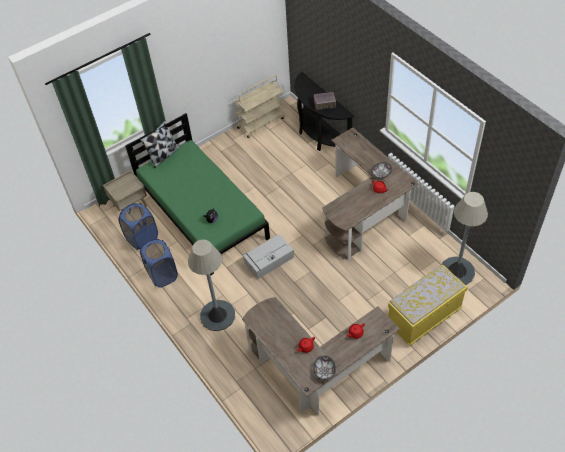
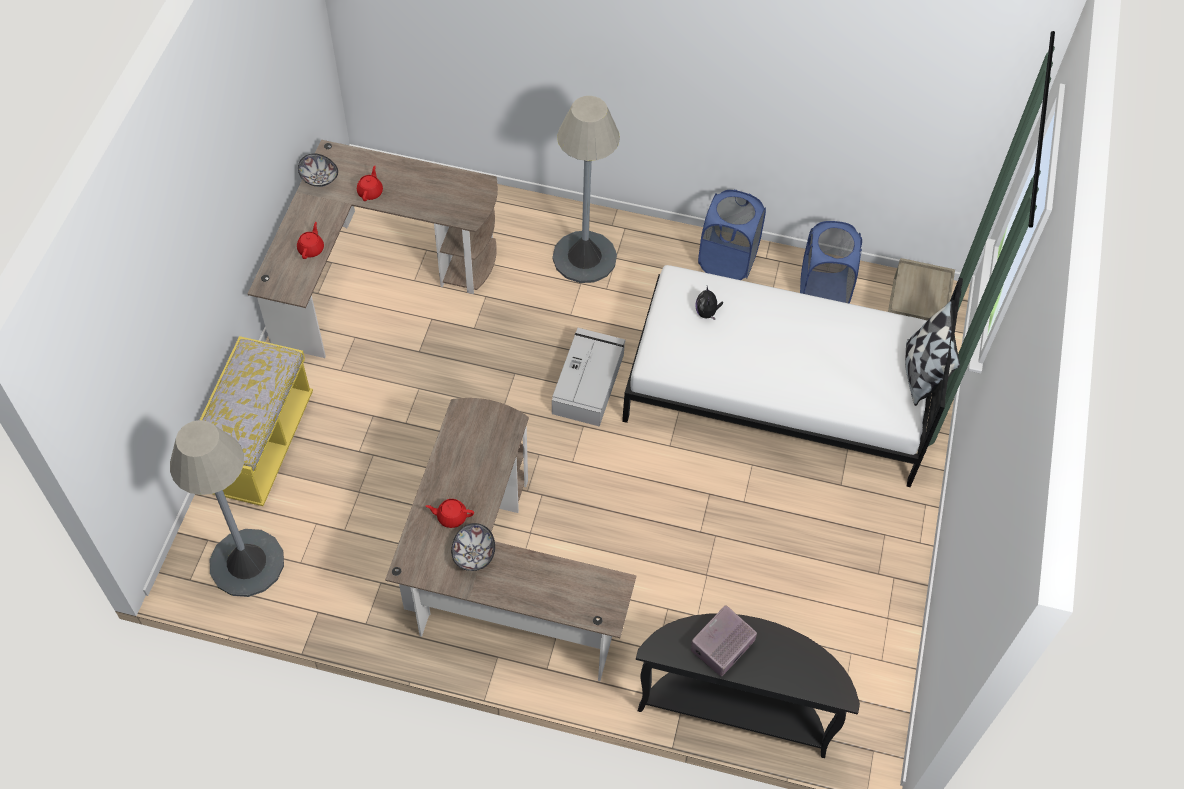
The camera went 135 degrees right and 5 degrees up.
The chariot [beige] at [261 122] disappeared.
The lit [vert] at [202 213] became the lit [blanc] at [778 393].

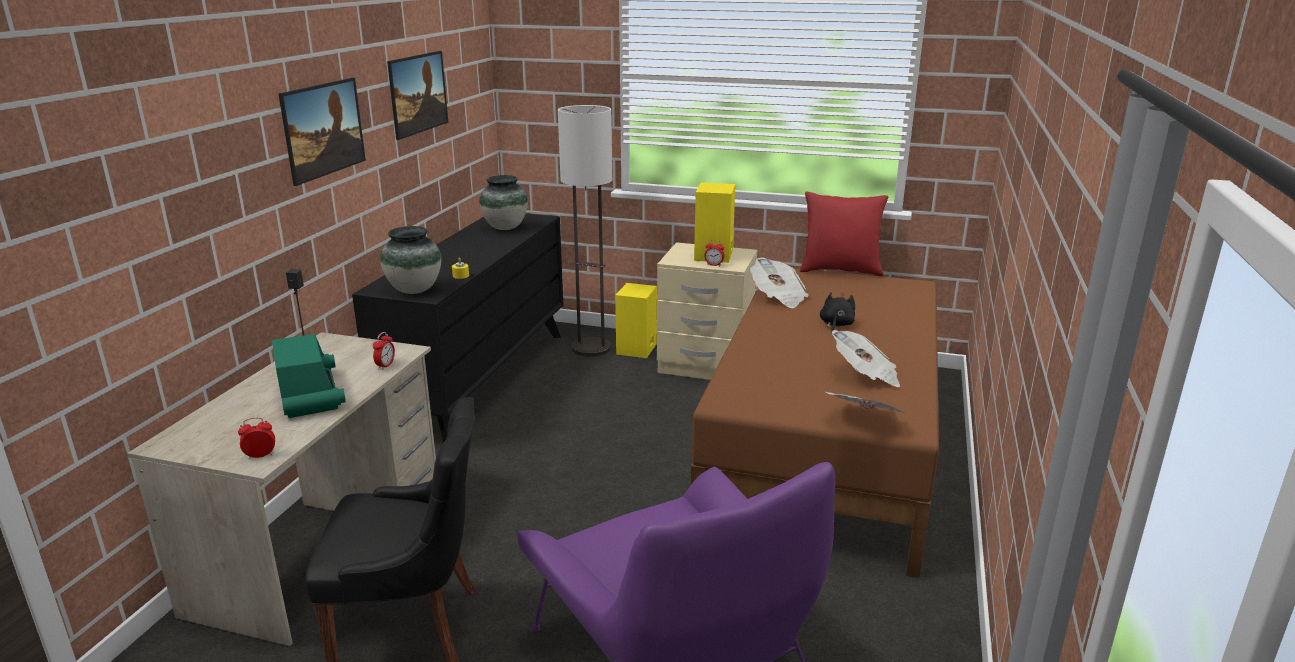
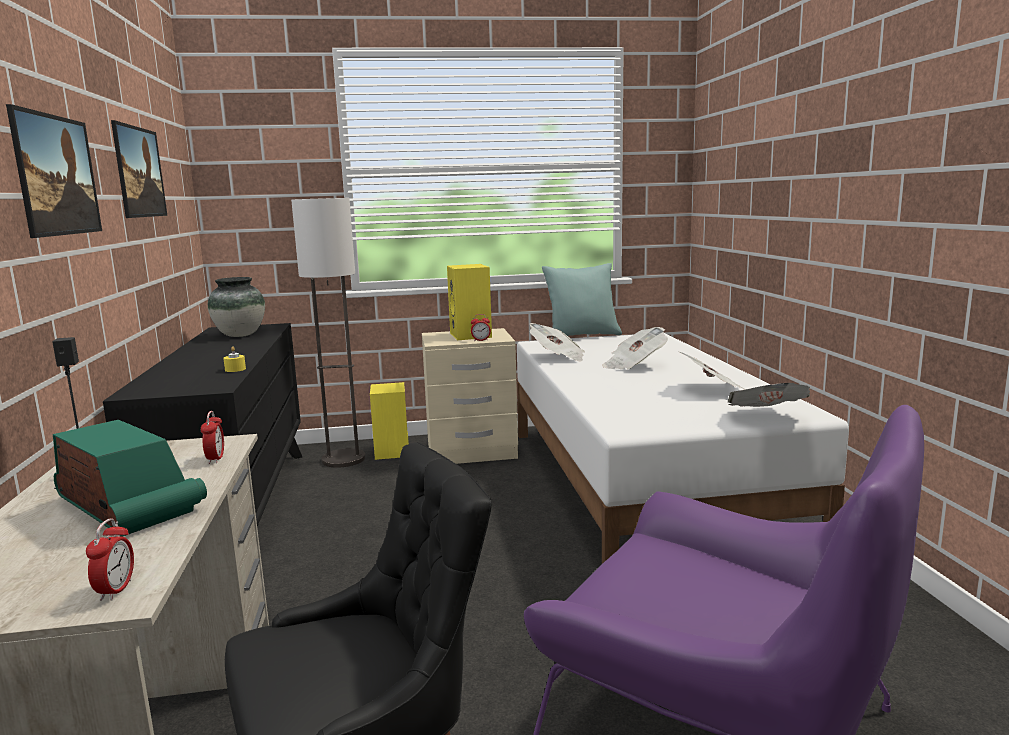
The camera went 25 degrees left and 10 degrees down.
The coussin [rouge] at [840 270] became the coussin [turquoise] at [582 336].
The vase at [414 290] disappeared.
The lit [marron] at [826 444] became the lit [blanc] at [642 486].
The peluche [noir] at [836 325] was replaced by the journal at [634 365].
The réveil at [260 456] turned 135 degrees clockwise.

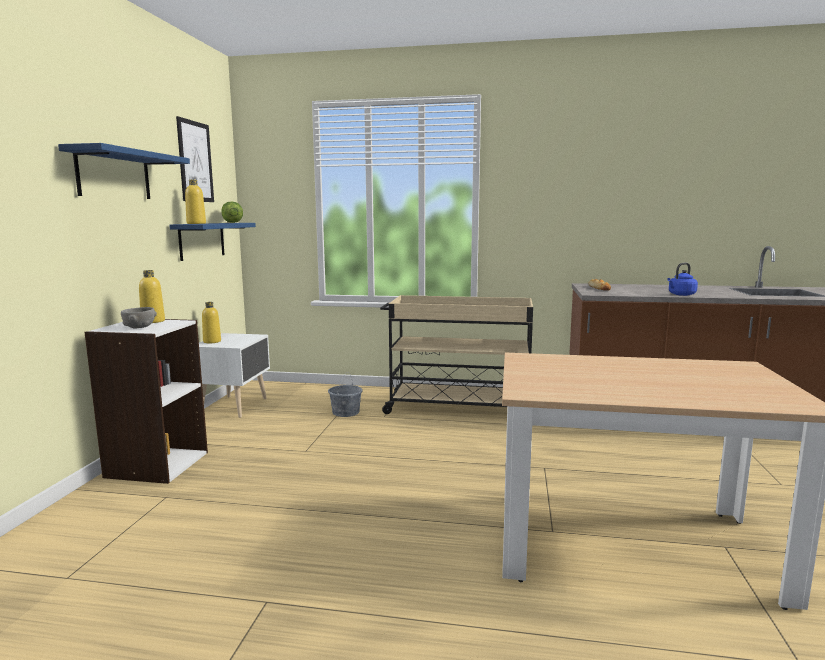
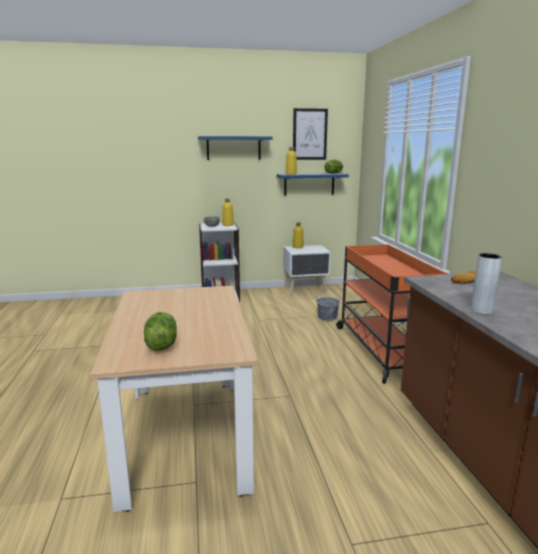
The camera went 70 degrees right and 5 degrees up.
The bouilloire [bleu] at [681 294] was replaced by the vase [gris] at [481 310].
The chariot [beige] at [458 407] became the chariot [orange] at [382 349].
The laitue at [161 345] appeared.

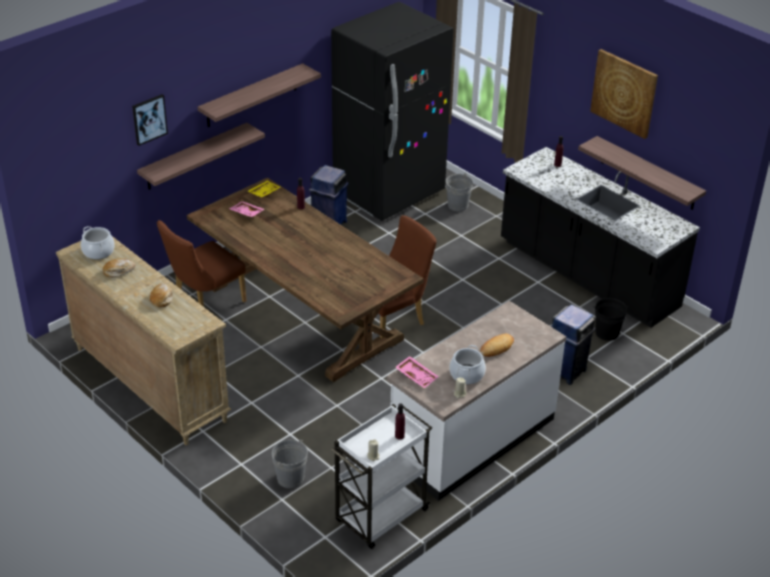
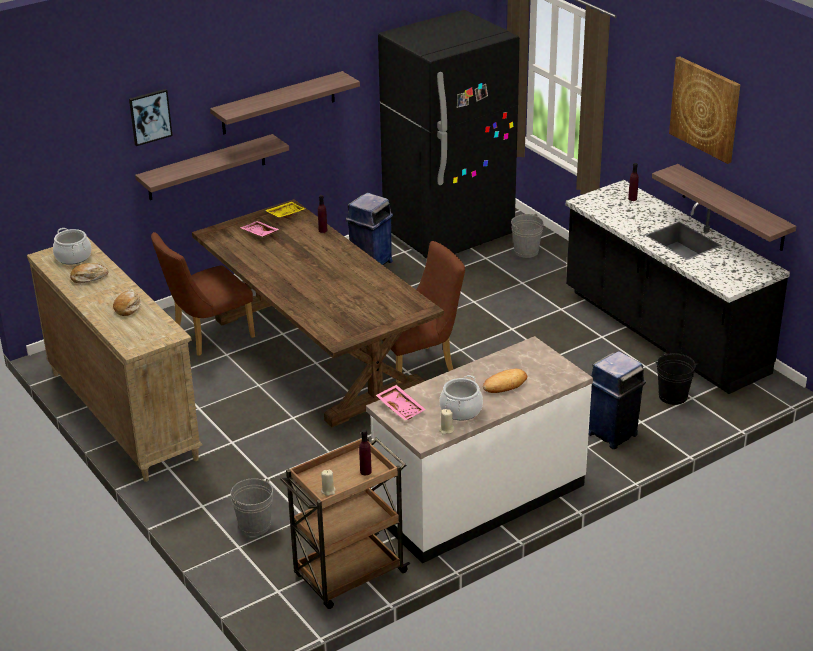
The camera went 10 degrees right and 5 degrees down.
The chariot [blanc] at [380 517] became the chariot [marron] at [348 575].

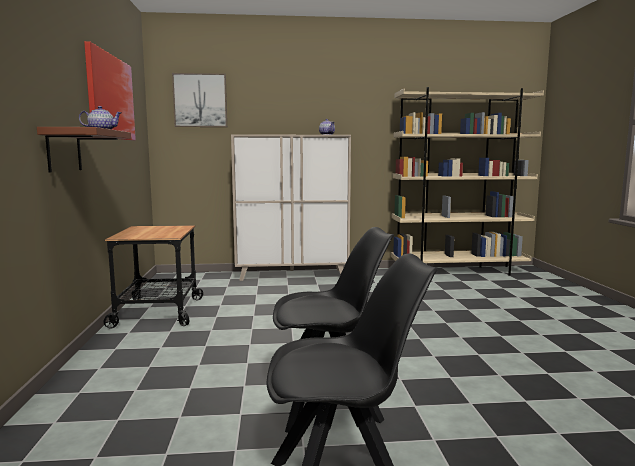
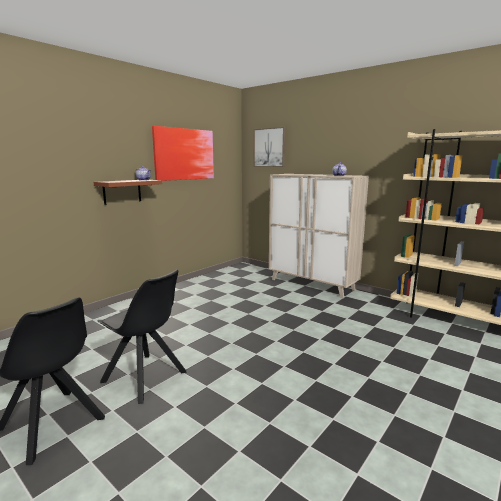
The camera went 45 degrees right and 5 degrees up.
The chariot at [157 312] disappeared.

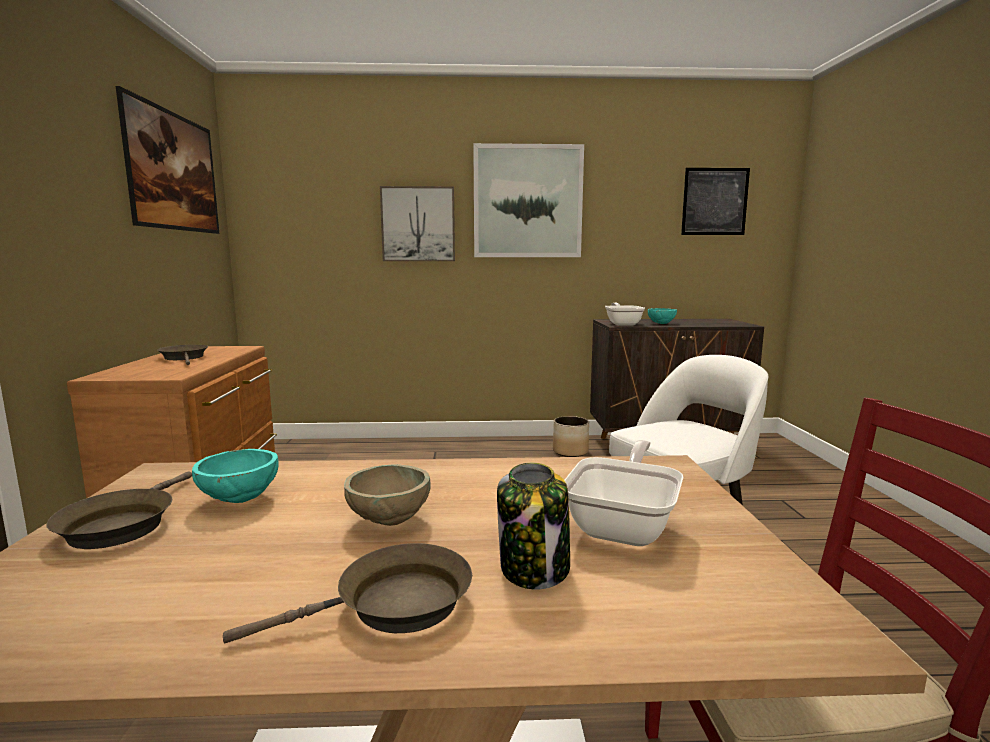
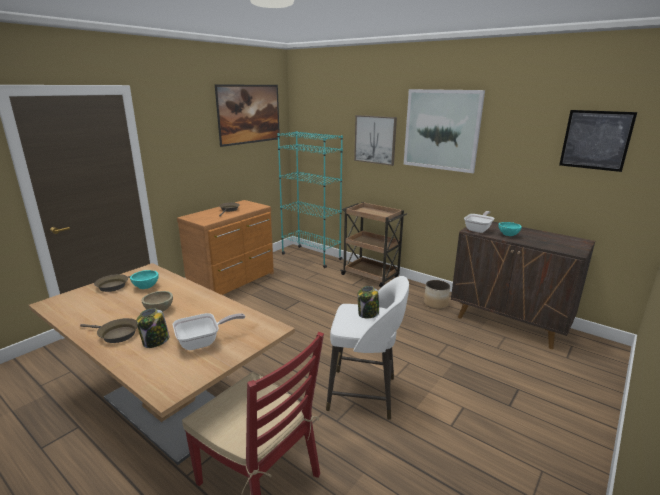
The camera went 40 degrees right and 10 degrees up.
The bibliothèque [turquoise] at [311 256] appeared.
The chariot [marron] at [371 276] appeared.
The bocal at [368 314] appeared.

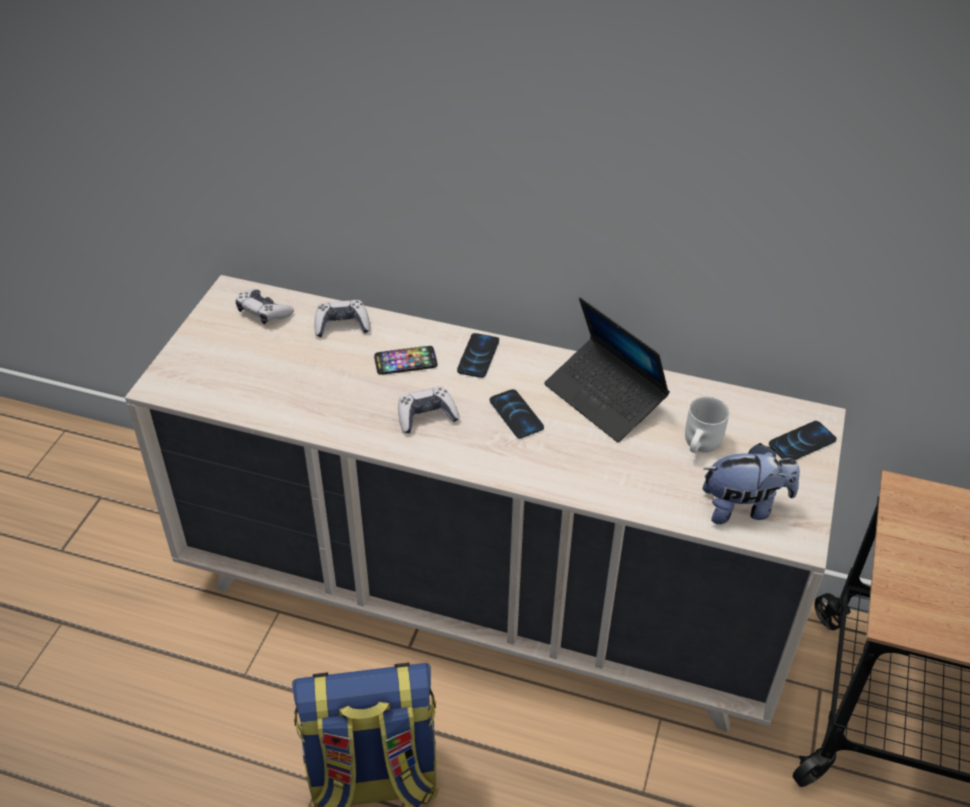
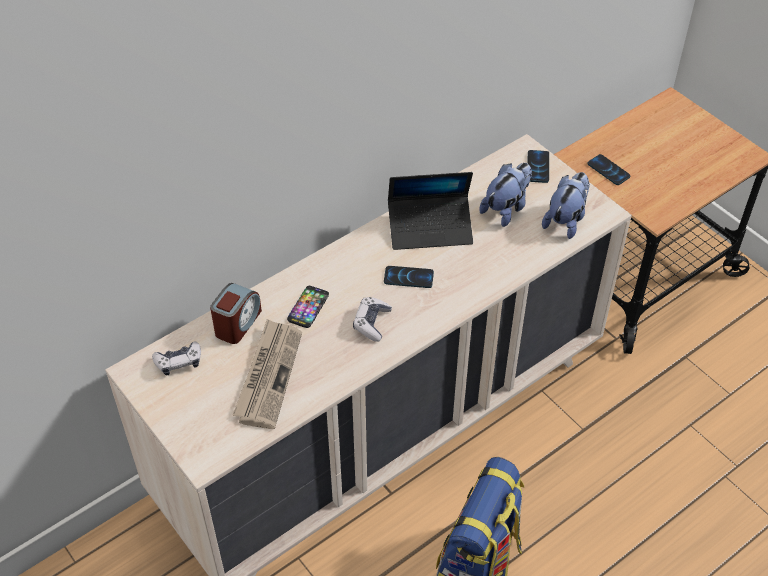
The camera went 55 degrees left and 5 degrees up.
The manette at [342 325] was replaced by the réveil at [237 323].
The téléphone moved from [478 356] to [608 170].
The mug [blanc] at [703 445] was replaced by the peluche at [506 209].
The journal at [268 375] appeared.

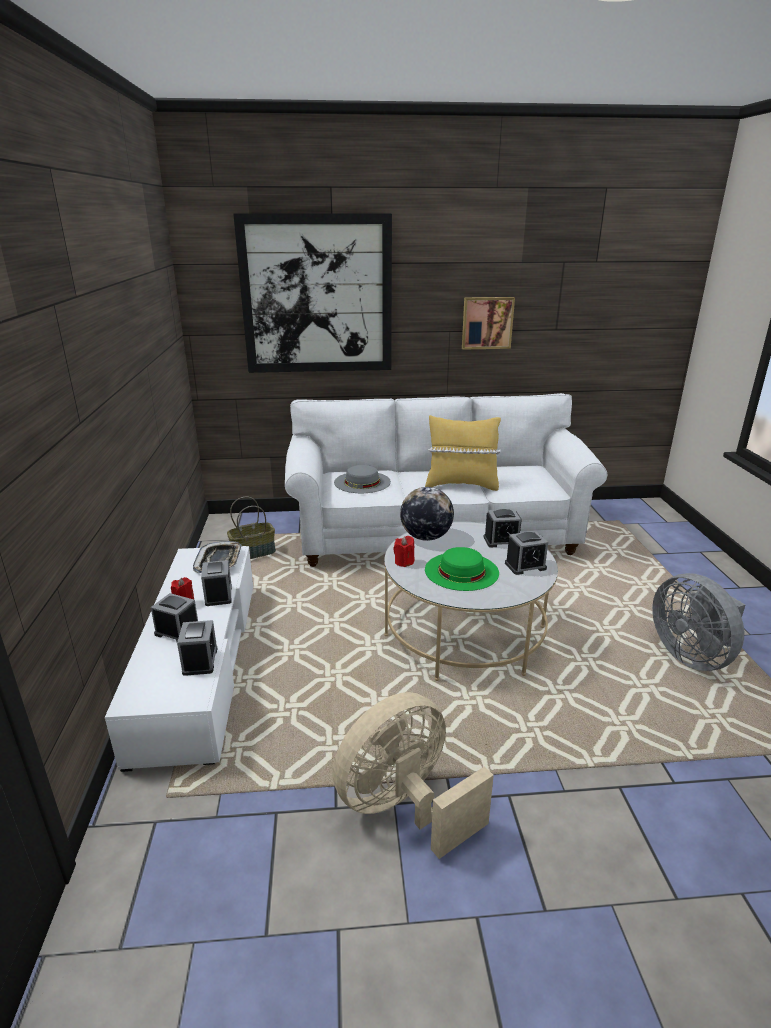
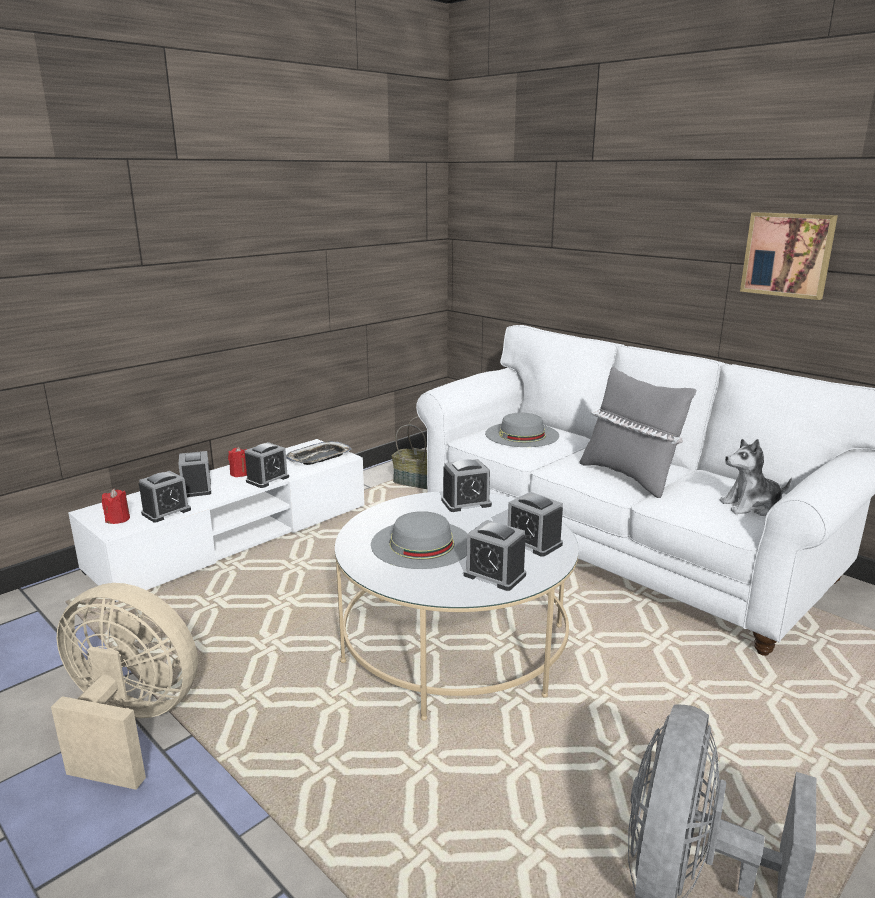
The camera went 50 degrees right and 5 degrees down.
The tableau at [317 295] disappeared.
The coussin [jaune] at [461 485] became the coussin [gris] at [629 477].
The globe at [426 537] was replaced by the réveil at [466 503].
The bougie [rouge] moved from [404 562] to [118 519].
The chapeau [vert] at [461 571] became the chapeau [gris] at [421 543].
The peluche at [751 506] appeared.

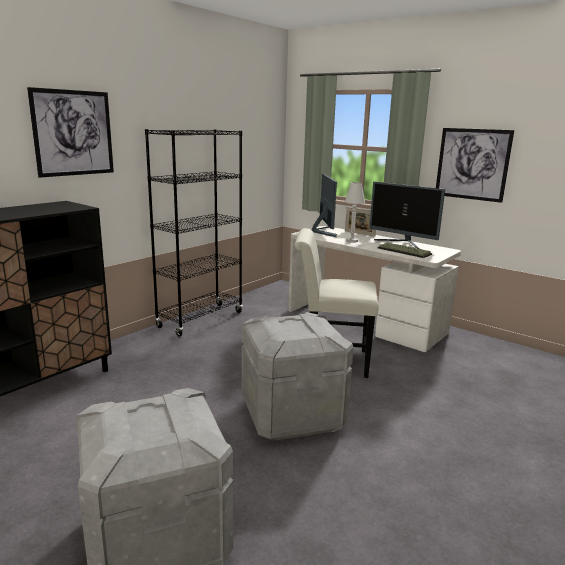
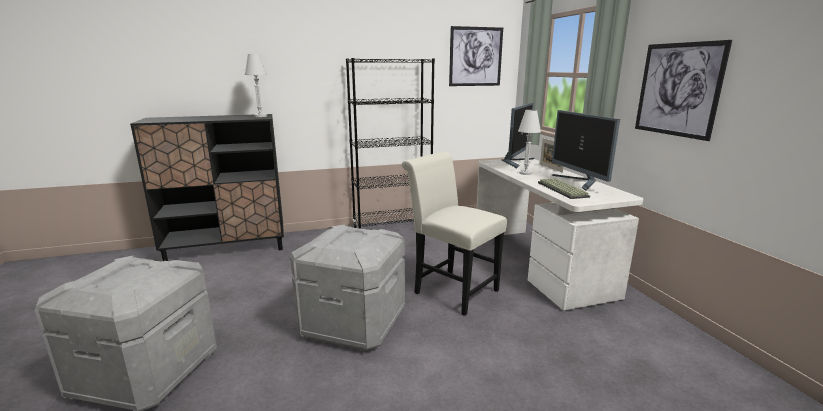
The camera went 35 degrees right and 0 degrees up.
The tableau moved from [73 133] to [475 56].
The lampe de table [blanc] at [260 116] appeared.

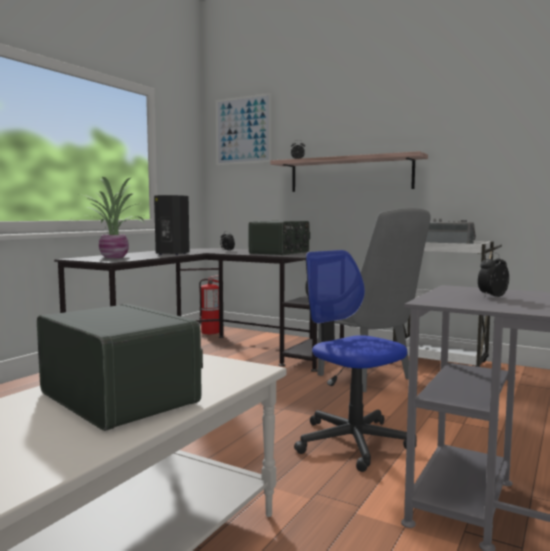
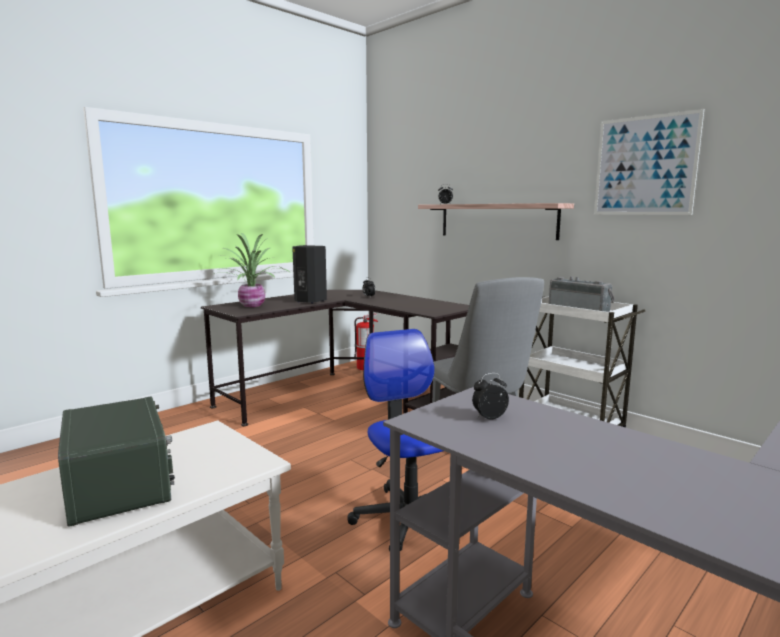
The camera went 15 degrees right and 5 degrees up.
The tableau moved from [243 130] to [645 166].
The radio at [280 252] disappeared.

